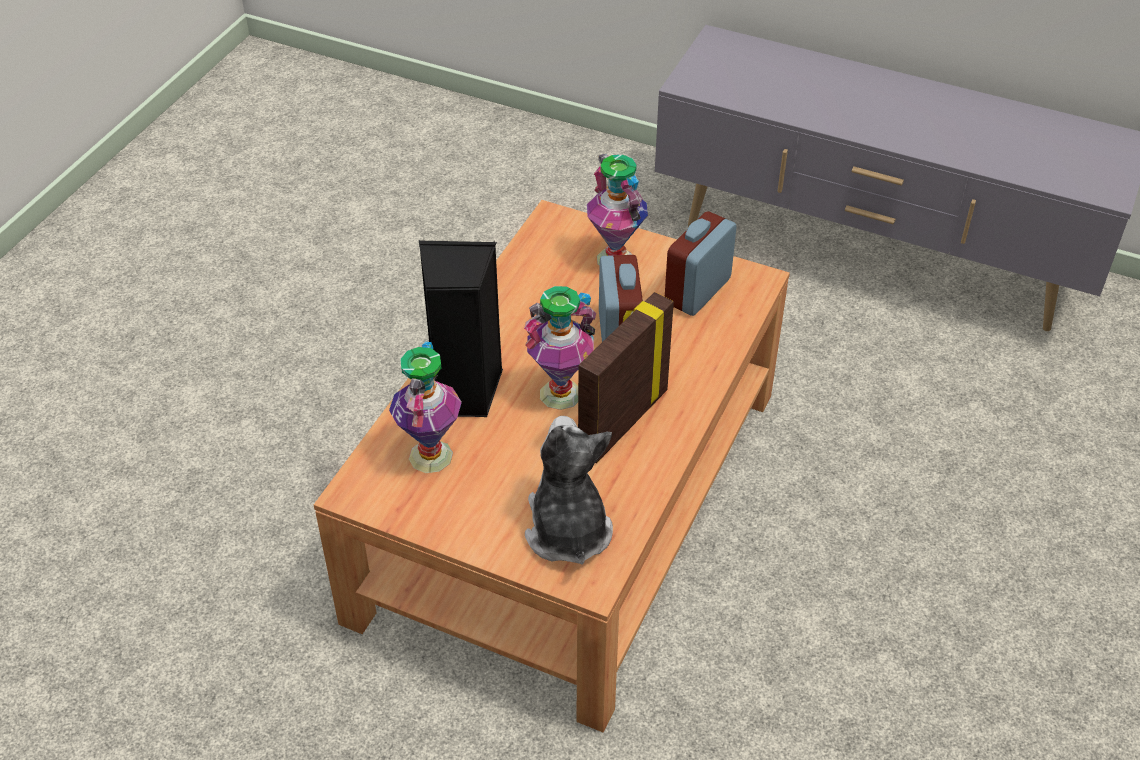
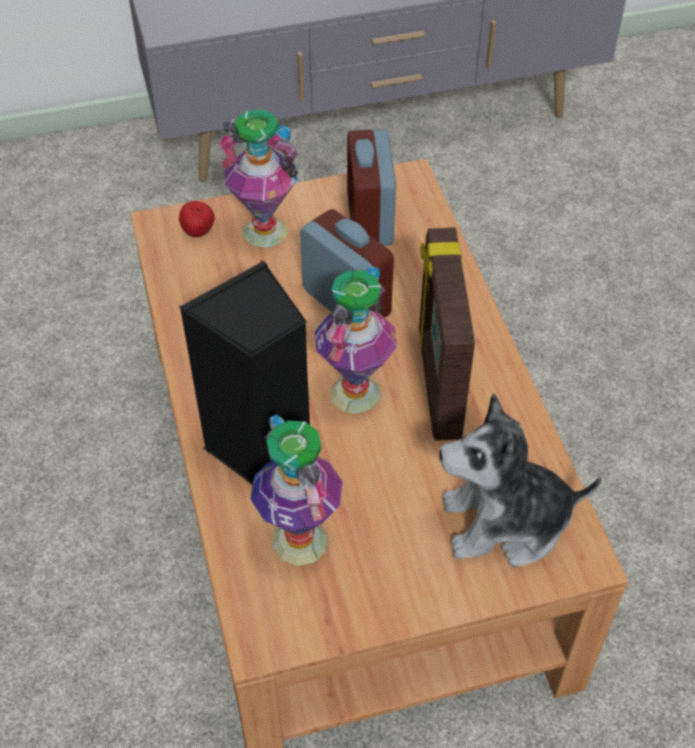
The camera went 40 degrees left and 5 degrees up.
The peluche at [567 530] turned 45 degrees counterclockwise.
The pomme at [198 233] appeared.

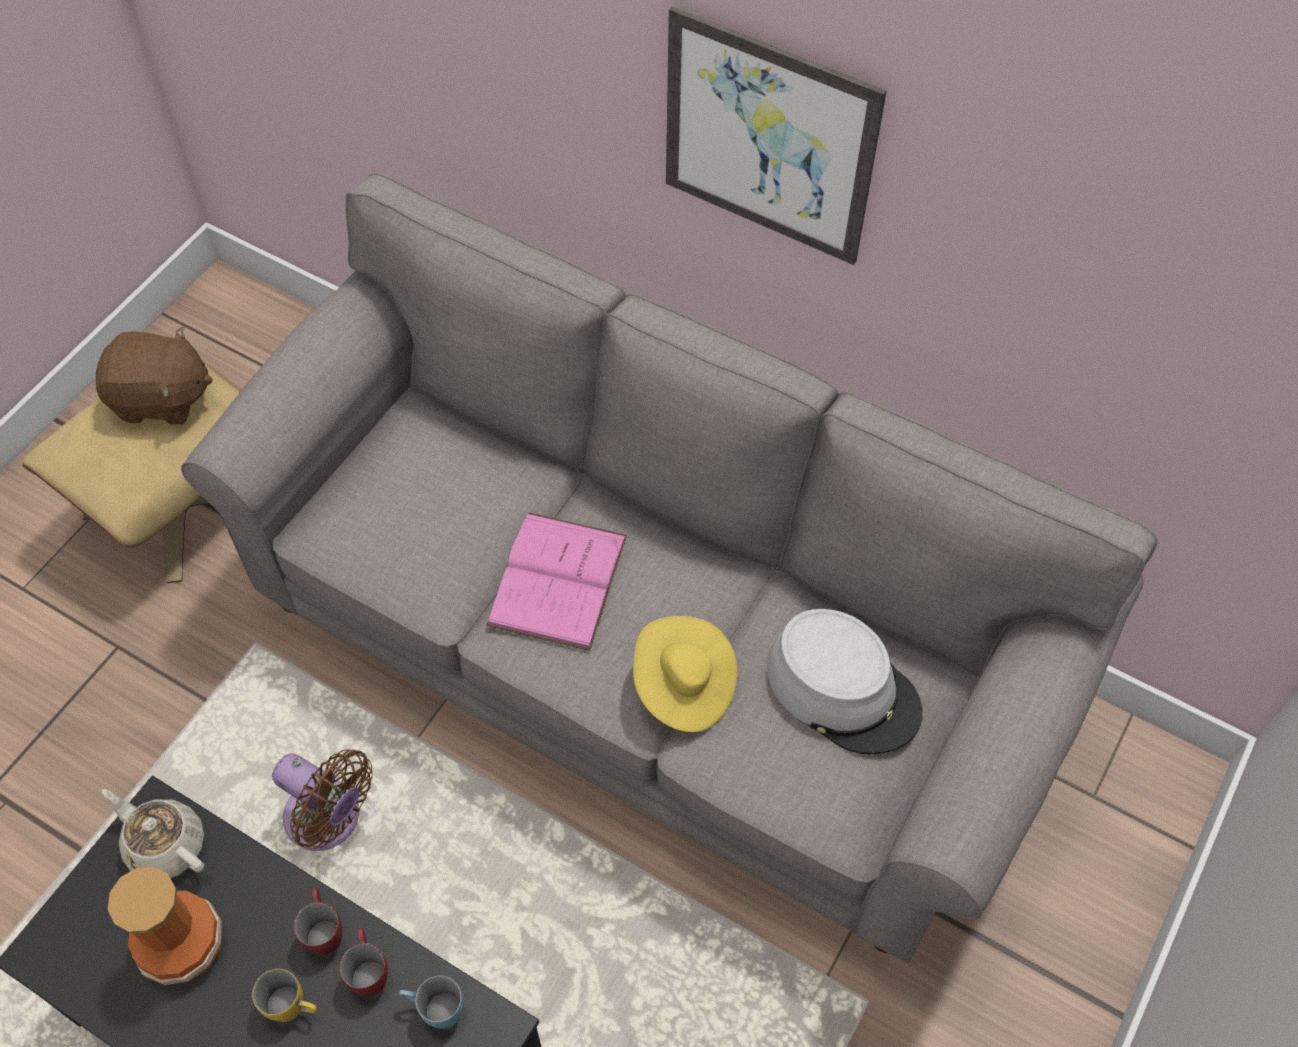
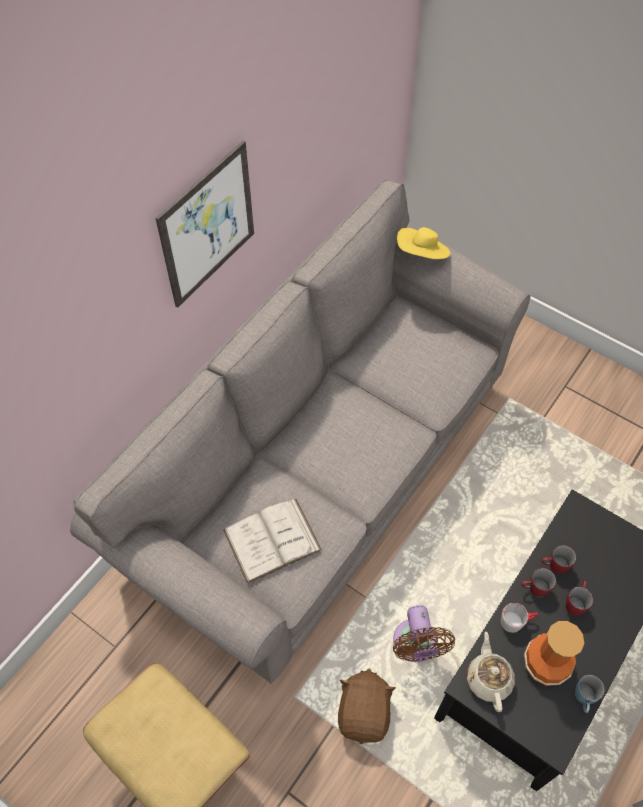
The camera went 85 degrees left and 0 degrees up.
The peluche [marron] moved from [161 399] to [364 712].
The livre [rose] at [558 580] disappeared.
The chapeau [gris] at [843 688] disappeared.
The chapeau [jaune] moved from [683 686] to [422 254].
The ventilateur [marron] at [329 820] turned 135 degrees clockwise.
The théière [beige] at [165 845] turned 135 degrees clockwise.
The mug [jaune] at [294 1007] became the mug [rouge] at [575 602].
The mug [bleu] moved from [435 1010] to [583 699].
The livre [blanc] at [272 540] appeared.
The mug [gris] at [516 621] appeared.

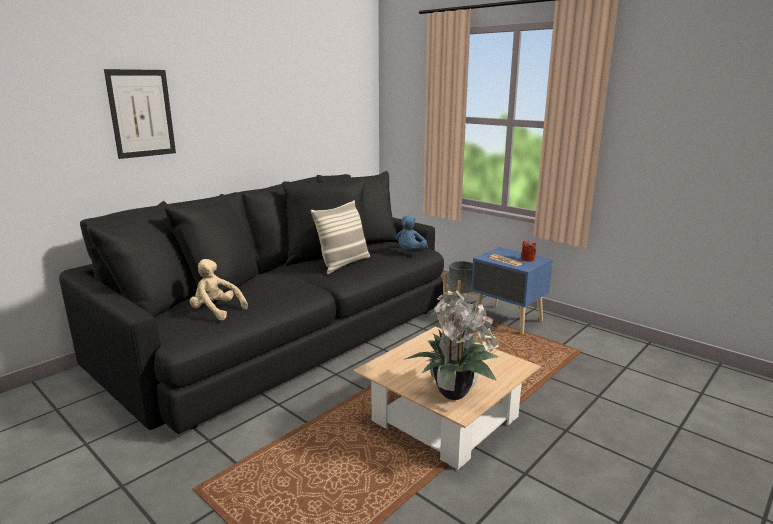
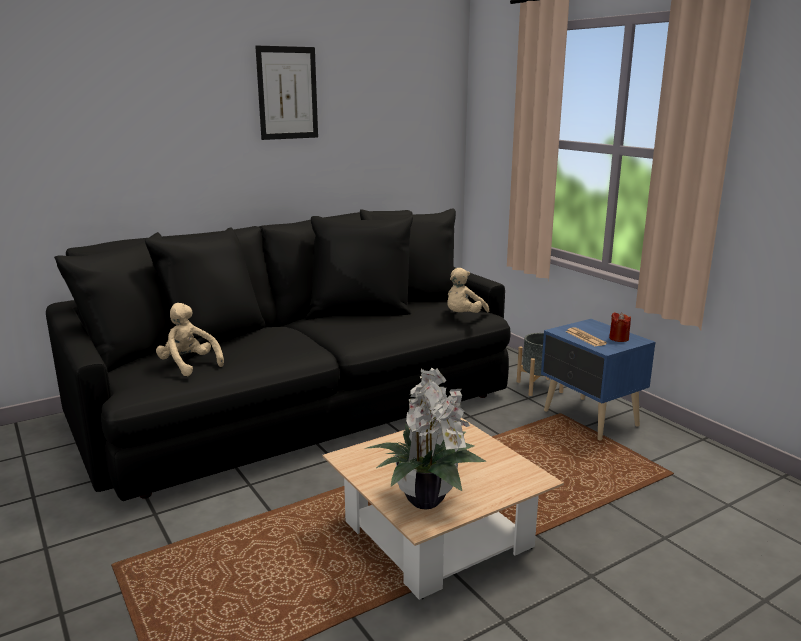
The camera went 15 degrees right and 0 degrees up.
The tableau moved from [141 113] to [287 93].
The coussin at [343 264] disappeared.
The peluche [bleu] at [410 252] became the peluche [beige] at [463 316].

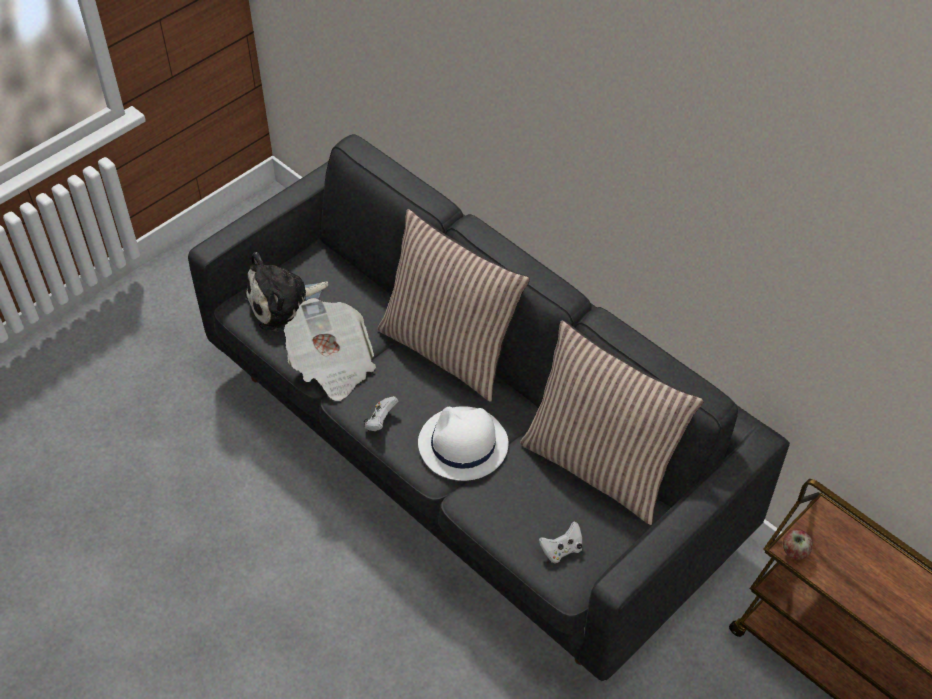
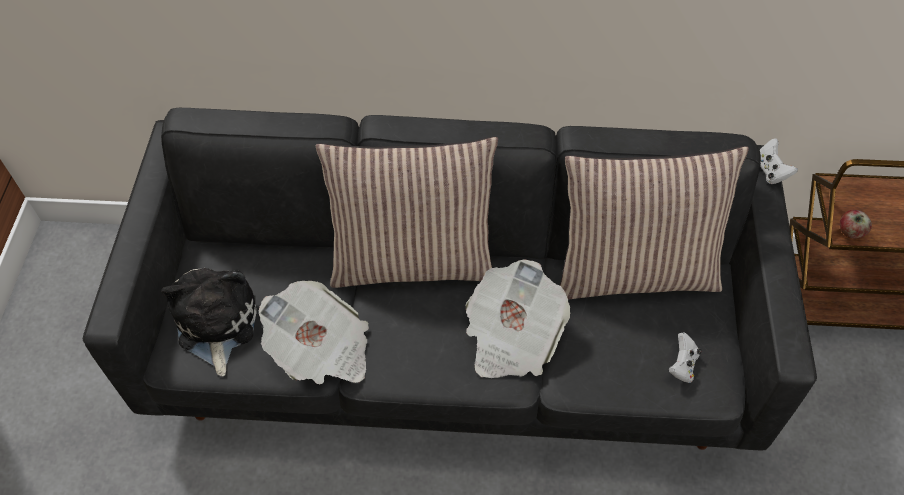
The camera went 40 degrees left and 5 degrees up.
The peluche at [284 304] turned 150 degrees clockwise.
The manette [blanc] moved from [380 421] to [770 171].
The chapeau [blanc] at [462 445] was replaced by the journal at [511 337].

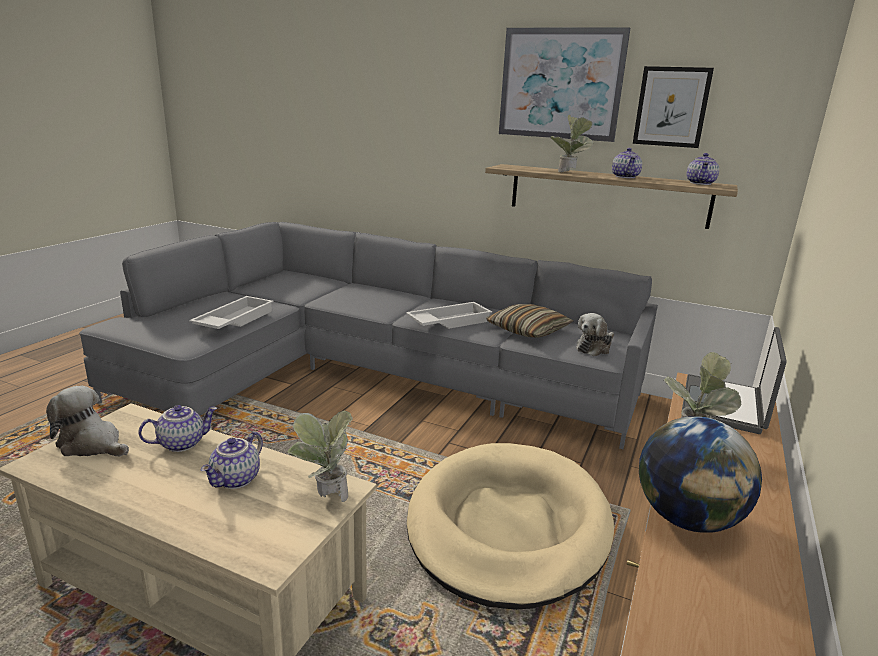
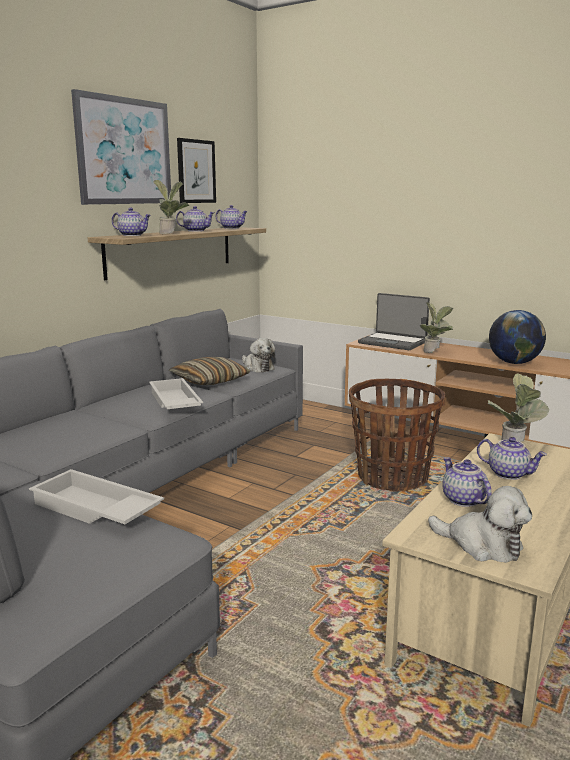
The camera went 80 degrees left and 5 degrees down.
The peluche at [92 444] turned 90 degrees counterclockwise.
The panier pour chien [beige] at [508 526] was replaced by the panier at [392 478].
The théière at [133 235] appeared.

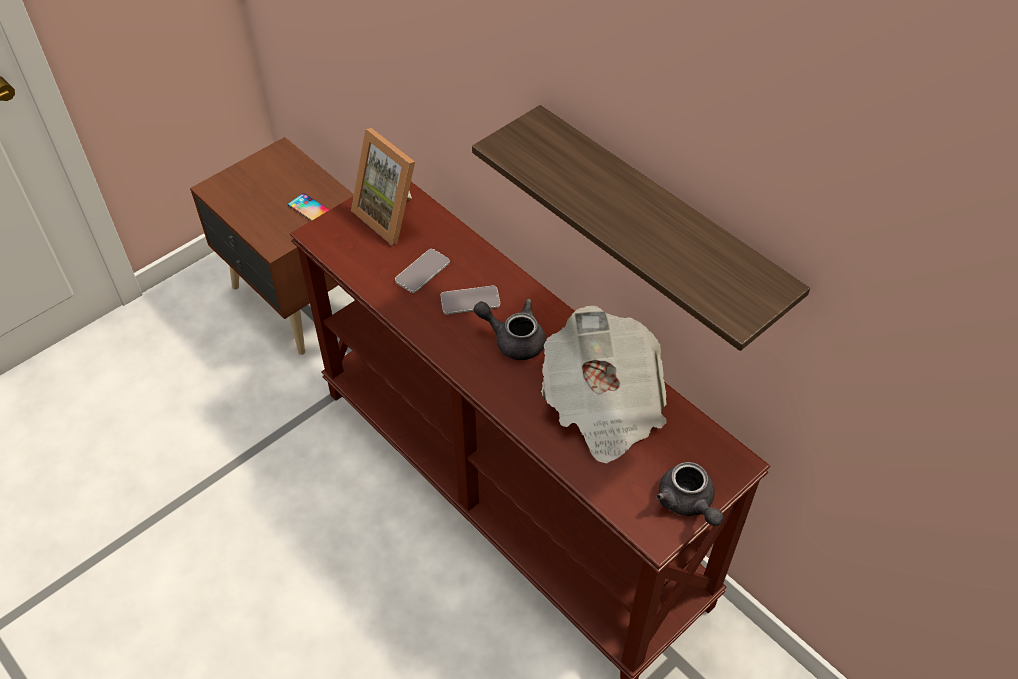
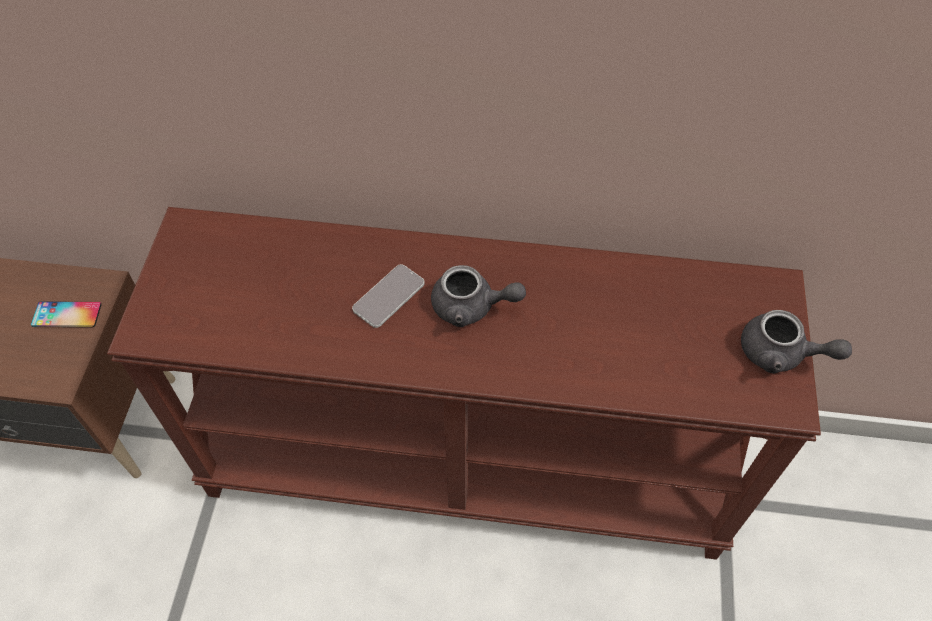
The camera went 40 degrees left and 5 degrees up.
The étagère at [658 228] disappeared.
The cadre photo at [392 215] disappeared.
The téléphone at [422 271] disappeared.
The théière [gris] at [513 339] turned 150 degrees counterclockwise.
The journal at [602 405] disappeared.

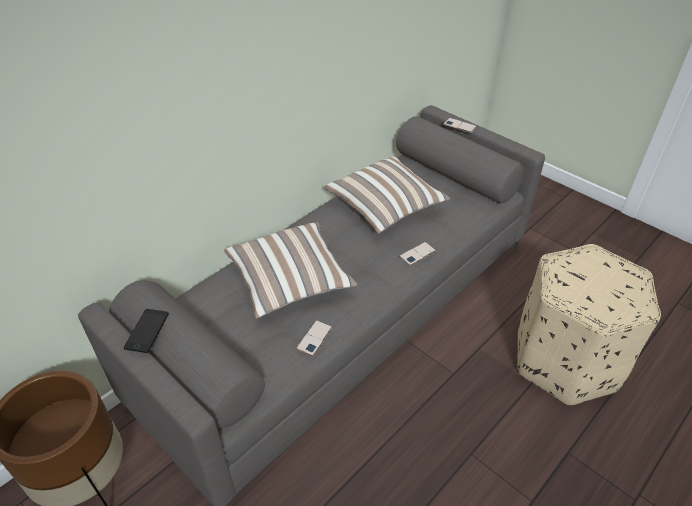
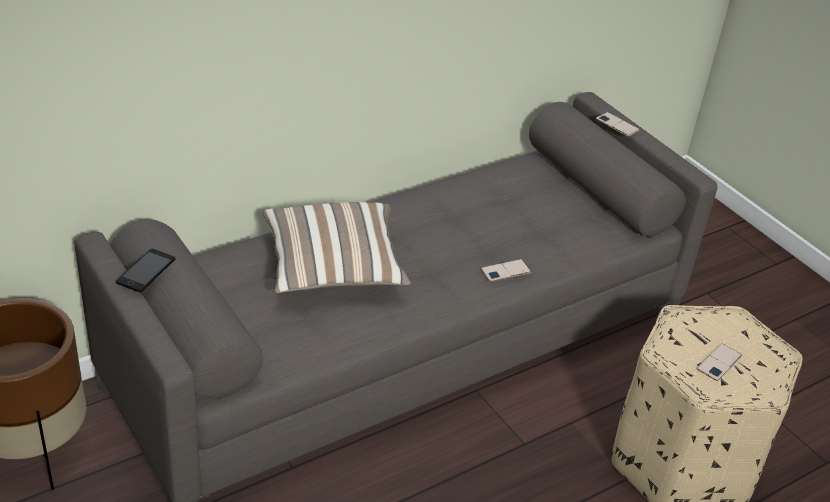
The camera went 10 degrees right and 5 degrees down.
The coussin at [385 207] disappeared.
The téléphone moved from [314 338] to [719 362].

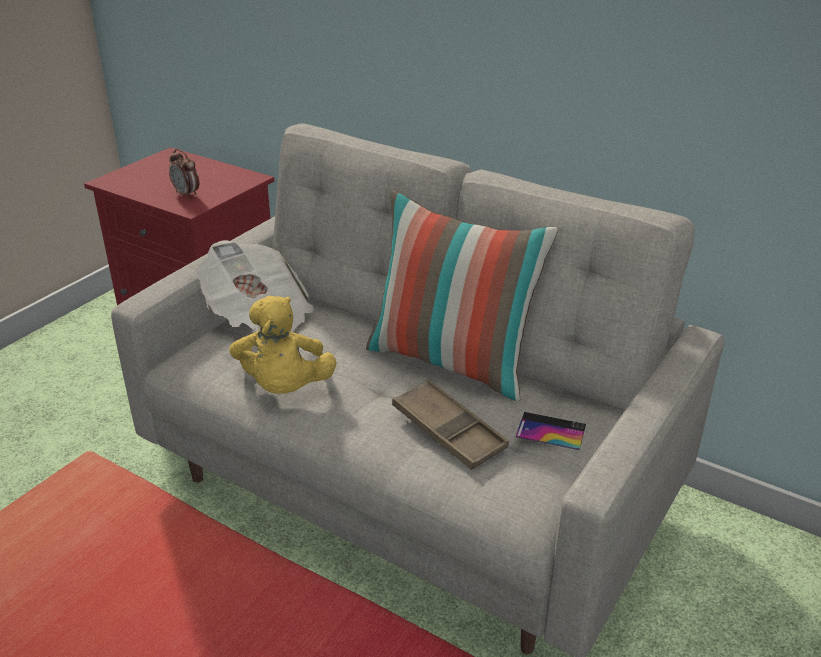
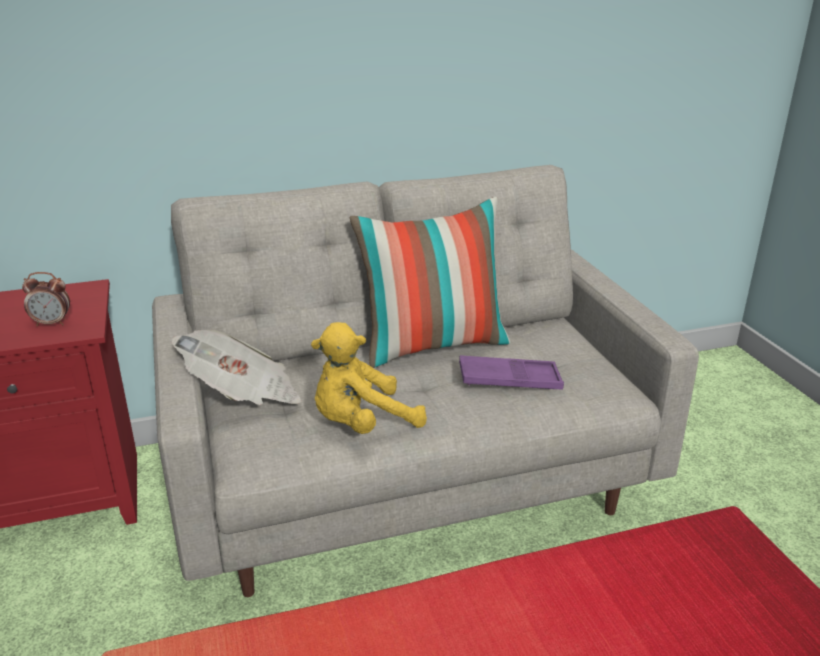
The camera went 50 degrees left and 5 degrees down.
The peluche [jaune] at [284 388] turned 120 degrees clockwise.
The plateau [marron] at [448 431] became the plateau [violet] at [509 380].
The téléphone at [551 431] disappeared.

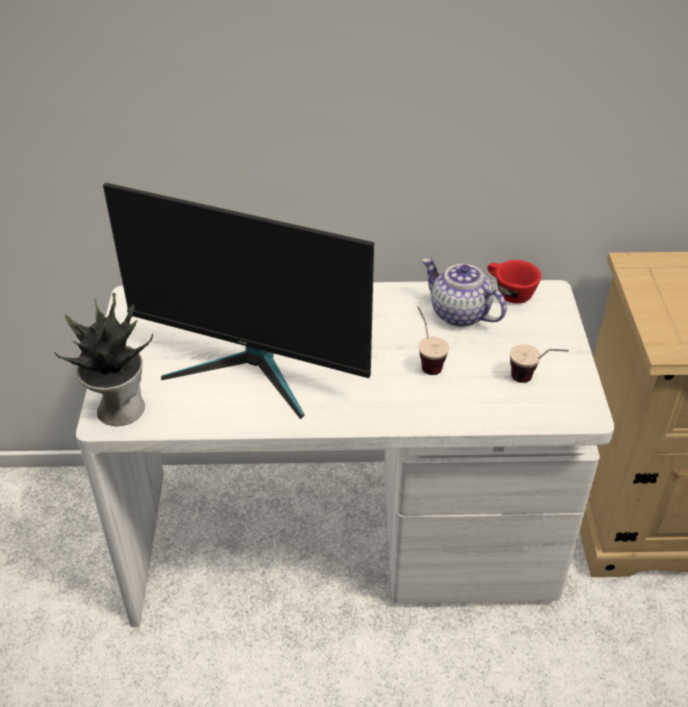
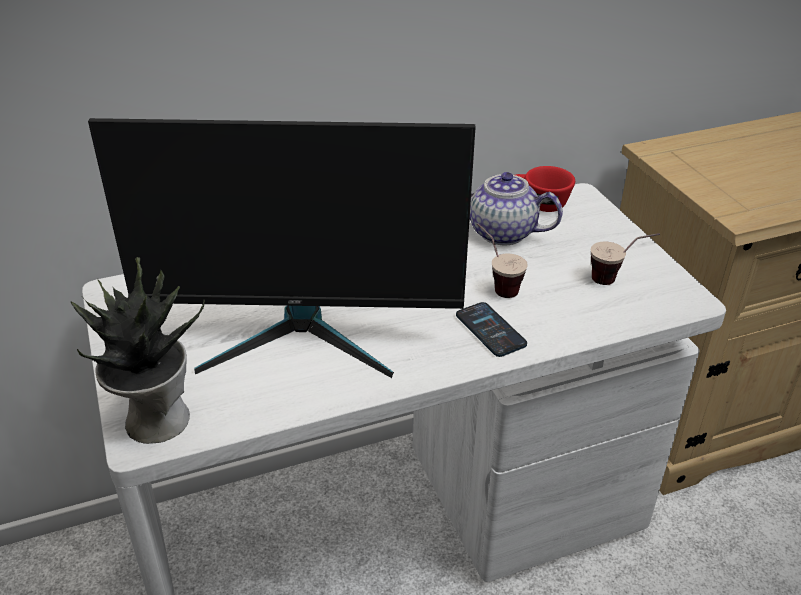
The camera went 20 degrees left and 5 degrees down.
The téléphone at [490 330] appeared.

